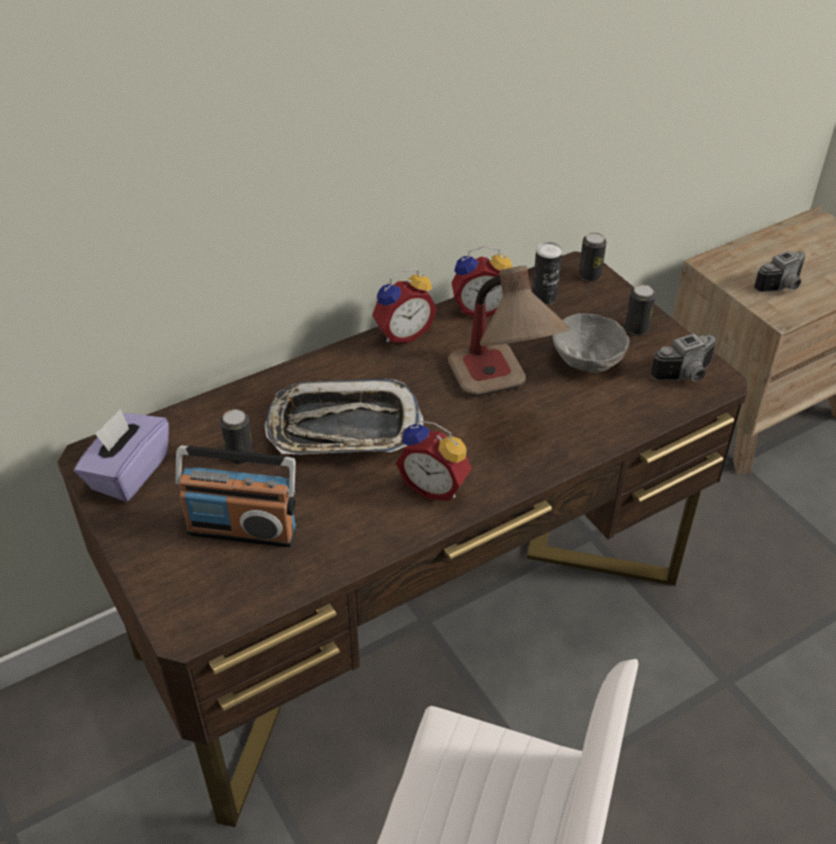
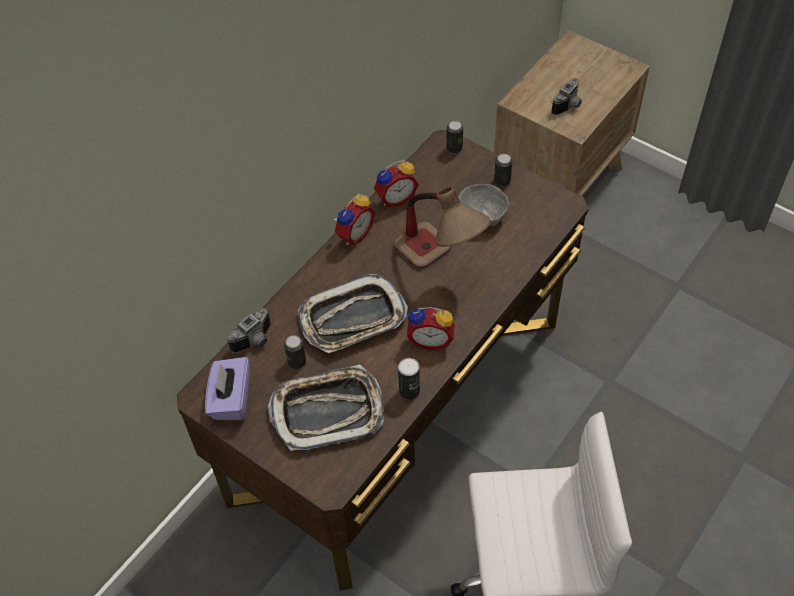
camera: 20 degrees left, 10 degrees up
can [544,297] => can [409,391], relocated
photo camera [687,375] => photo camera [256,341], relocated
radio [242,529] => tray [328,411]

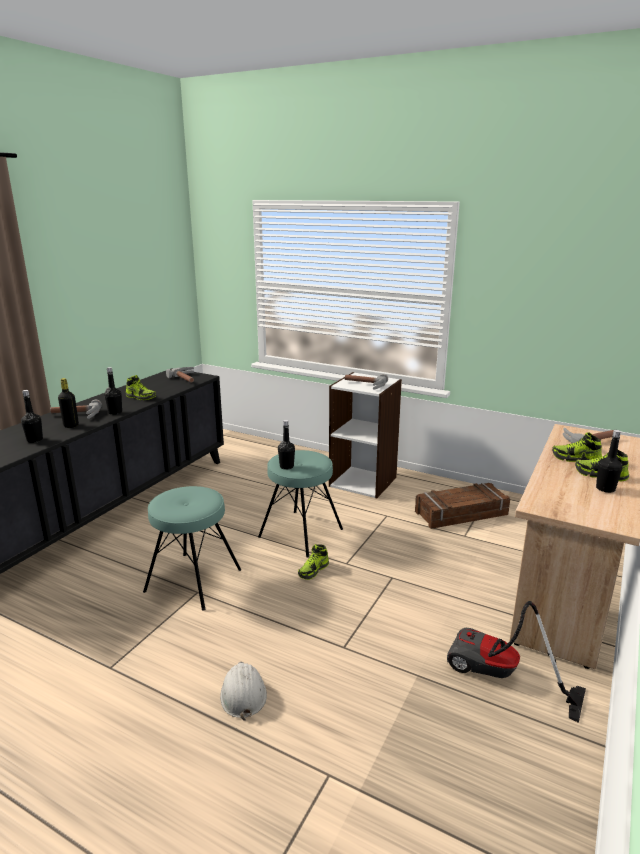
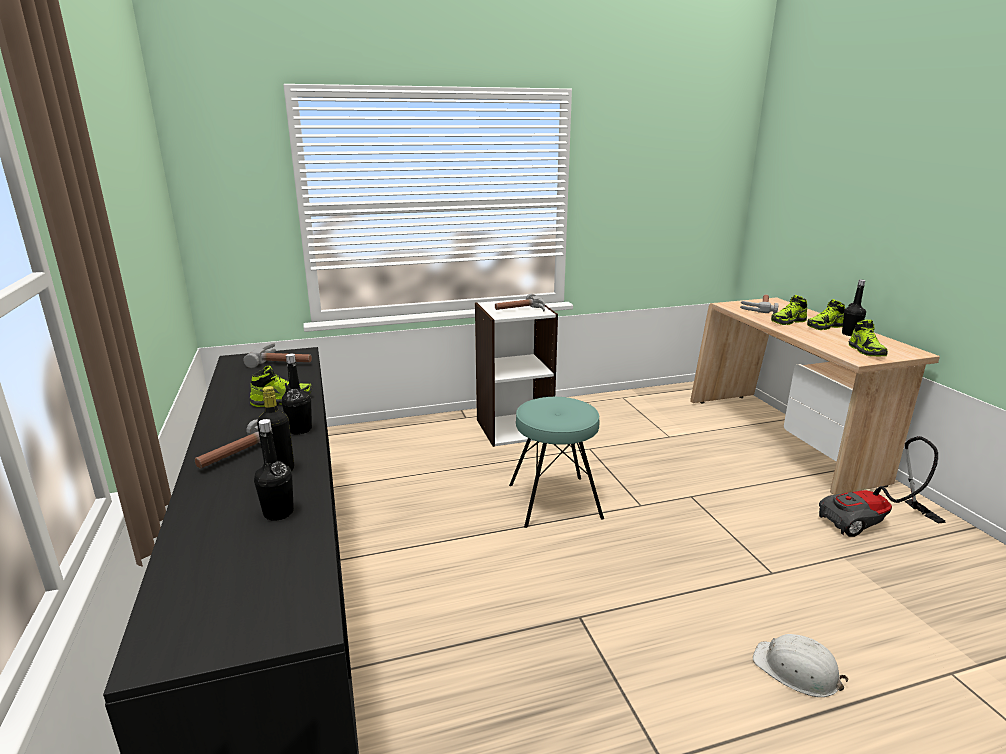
camera: 45 degrees left, 0 degrees up
black bottle [286,466] => nothing
crate [461,514] => nothing
turquoise stool [193,580] => nothing
shoe [313,570] => shoe [866,351], relocated

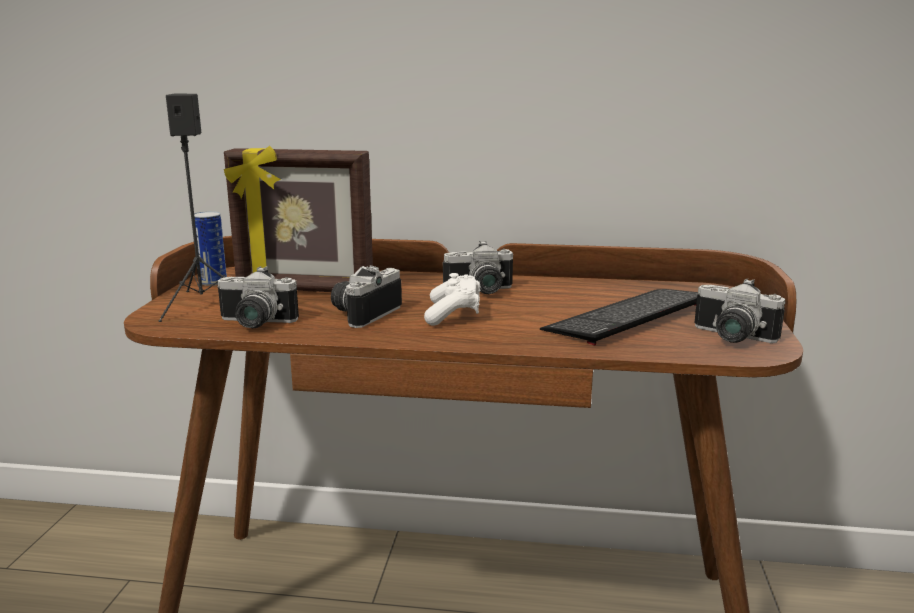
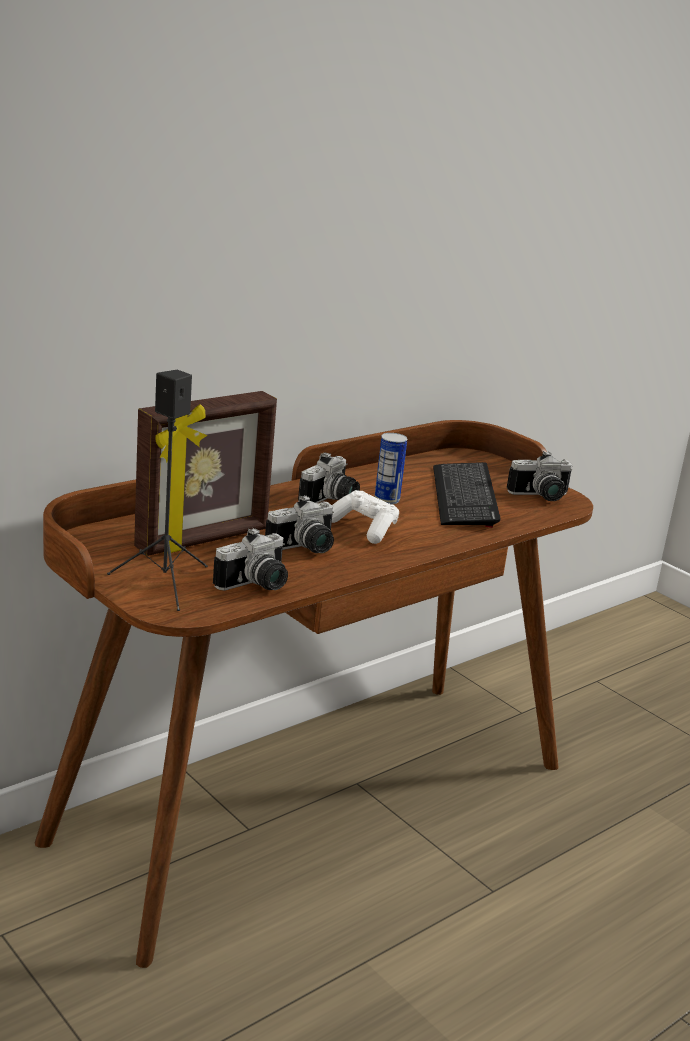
camera: 50 degrees left, 5 degrees up
can [213,282] => can [386,500], relocated
photo camera [362,313] => photo camera [305,549], 105 degrees counterclockwise

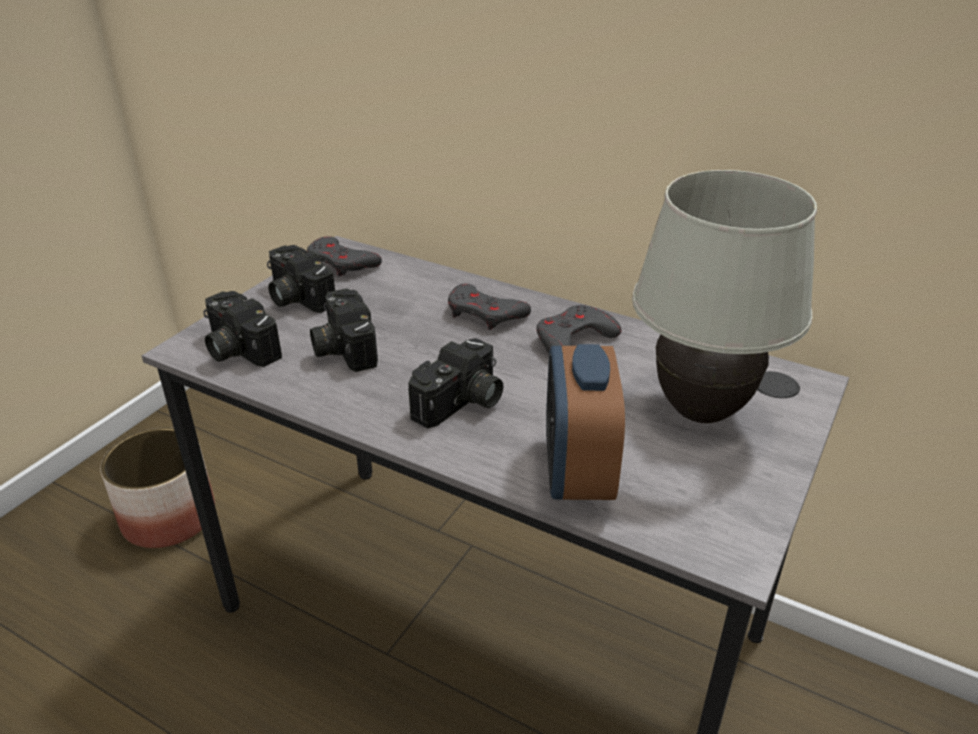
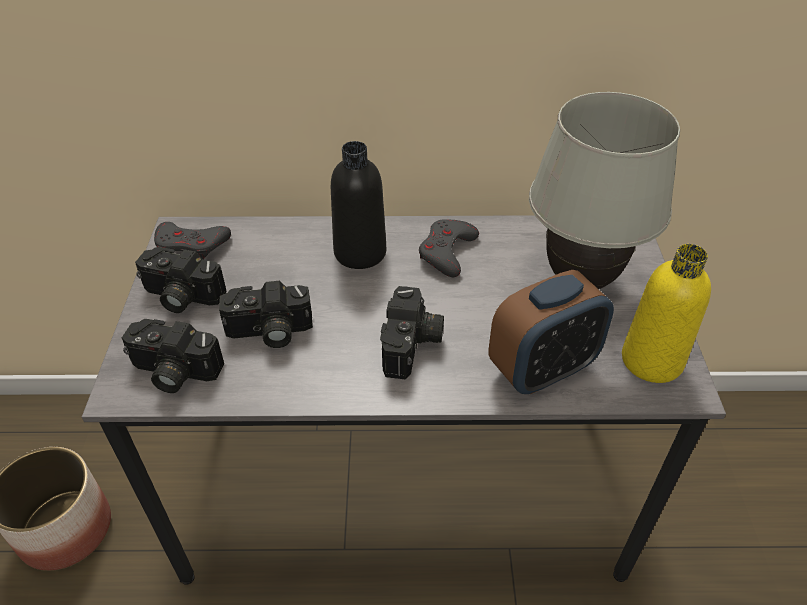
camera: 30 degrees left, 10 degrees up
grey game controller [485,313] => black bottle [360,252]
photo camera [342,347] => photo camera [269,332], 45 degrees counterclockwise
alarm clock [577,473] => alarm clock [542,369], 90 degrees counterclockwise
nothing => yellow bottle [651,360]

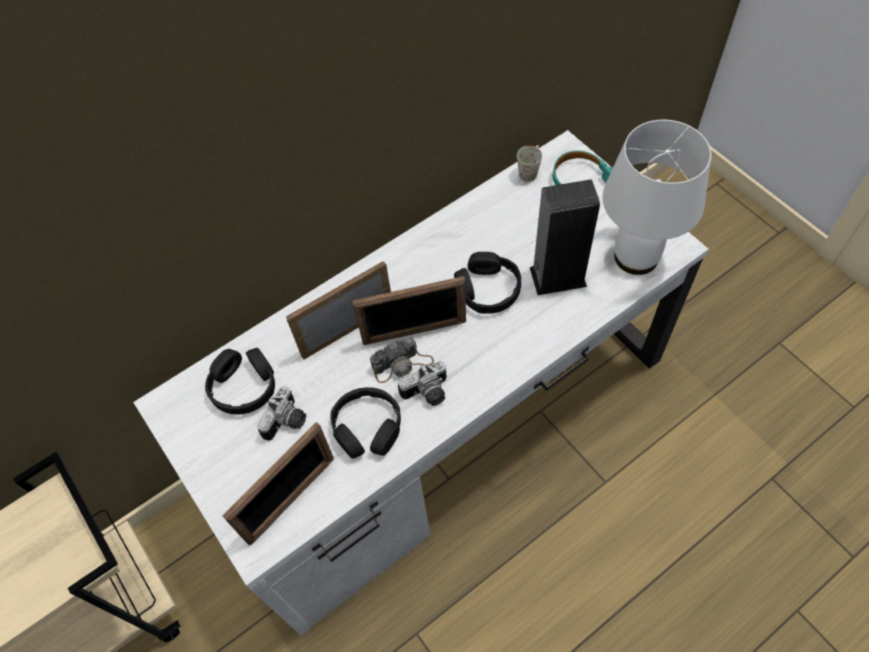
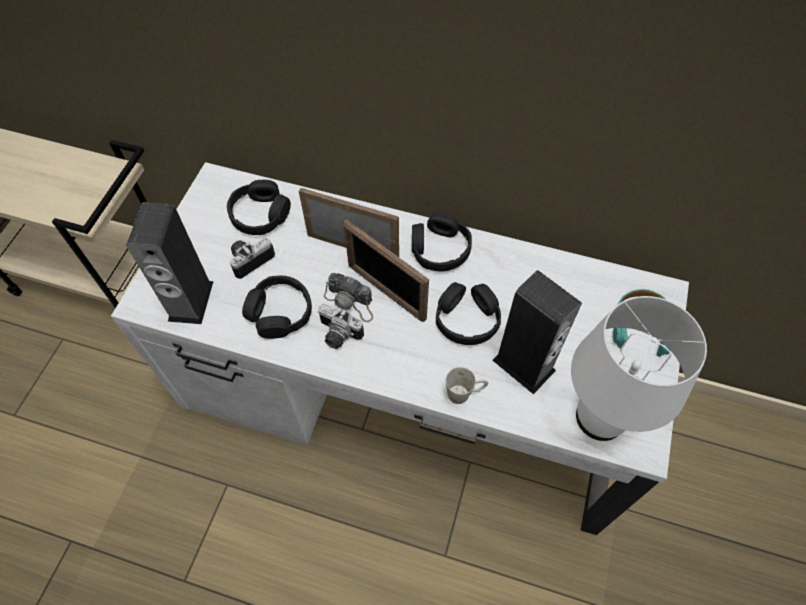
camera: 50 degrees right, 0 degrees up
white mug [530,170] => white mug [465,393], relocated
photo camera [287,422] => photo camera [249,259], 150 degrees clockwise
picture frame [291,499] => speaker [191,301]
nothing => black headphones [439,249]

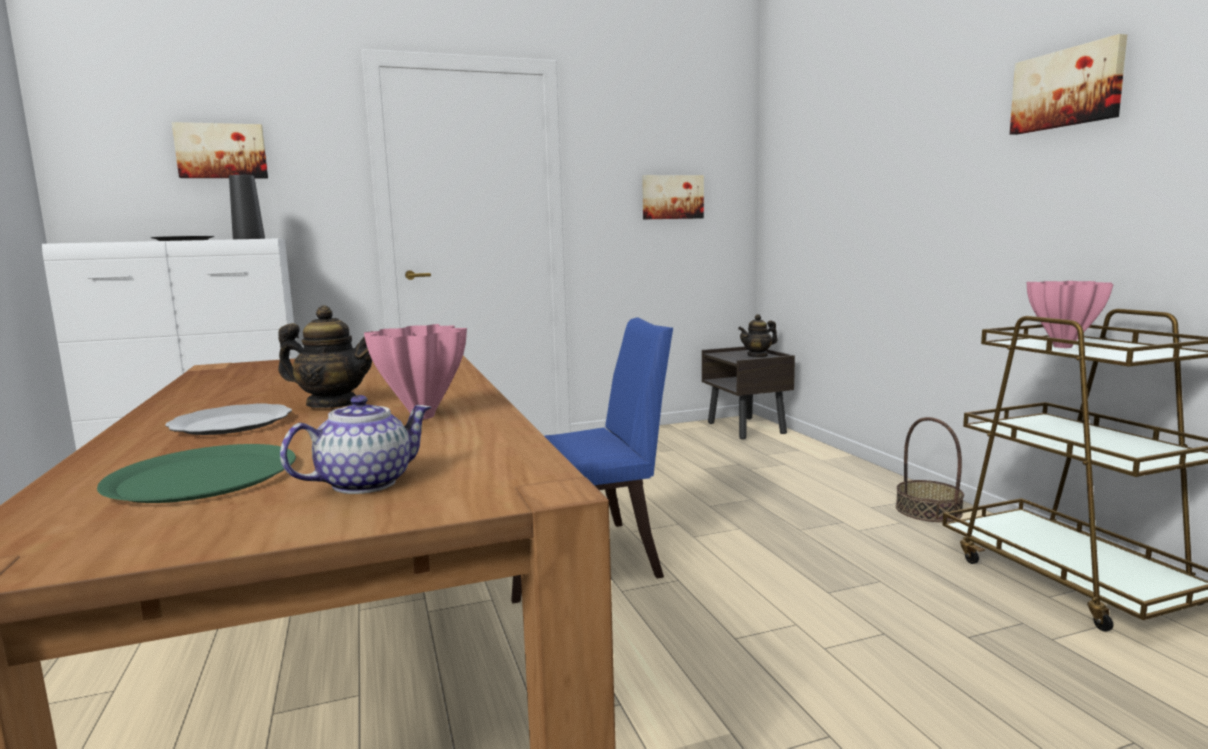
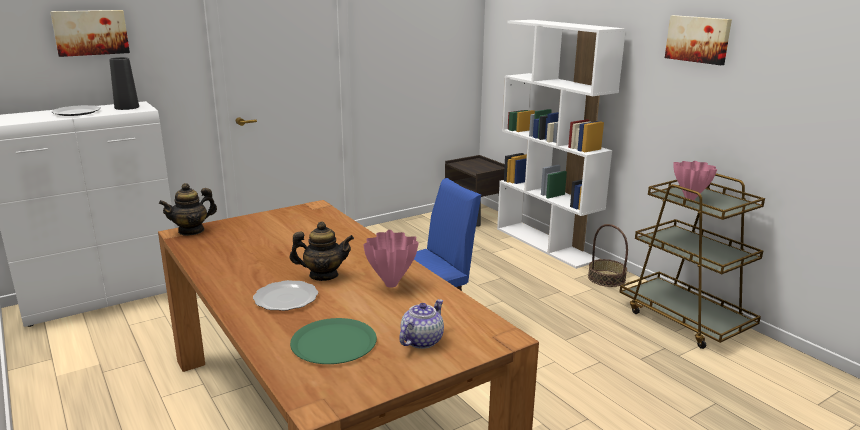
camera: 15 degrees left, 10 degrees up
picture [672,197] => nothing
teapot [757,356] => teapot [191,230], relocated
nothing => white bookcase [546,244]

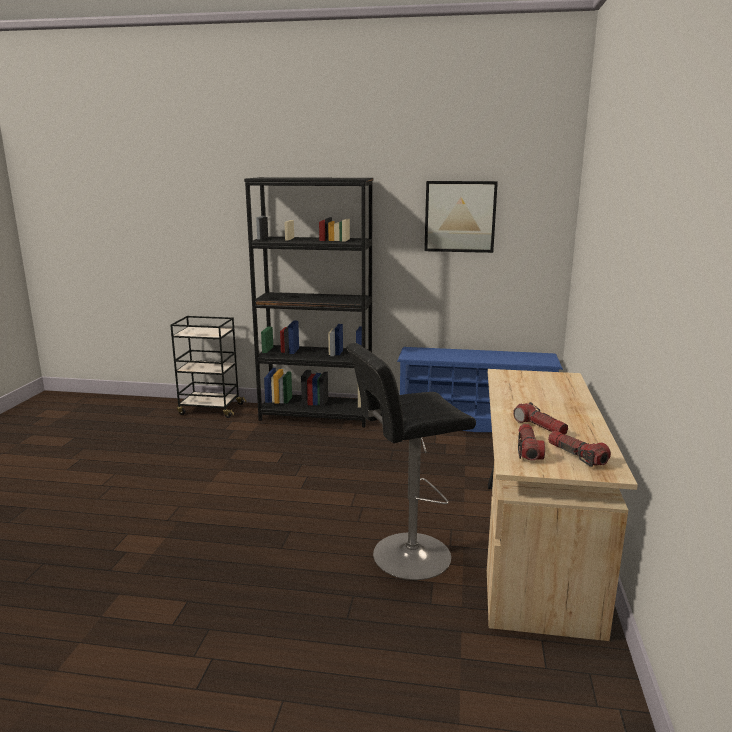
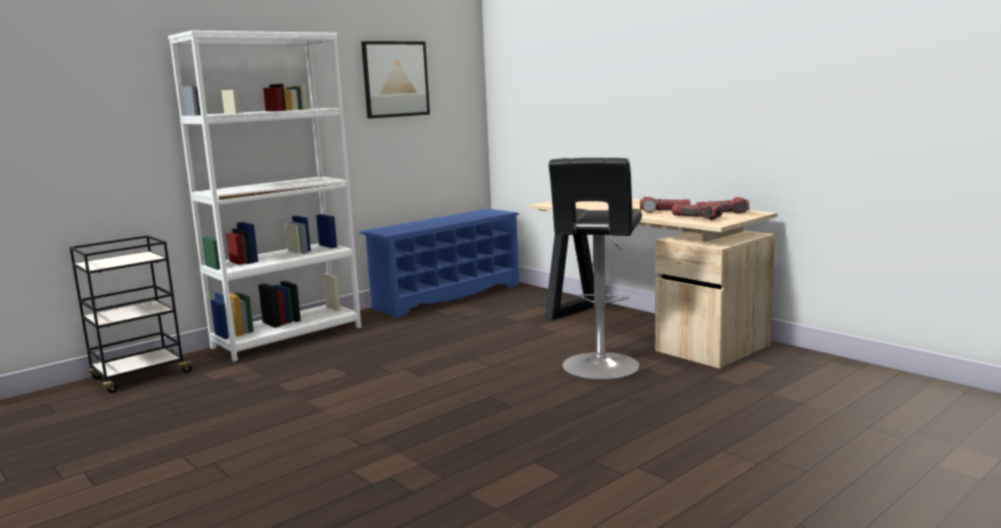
camera: 50 degrees left, 5 degrees down
black bookcase [316,415] => white bookcase [288,337]

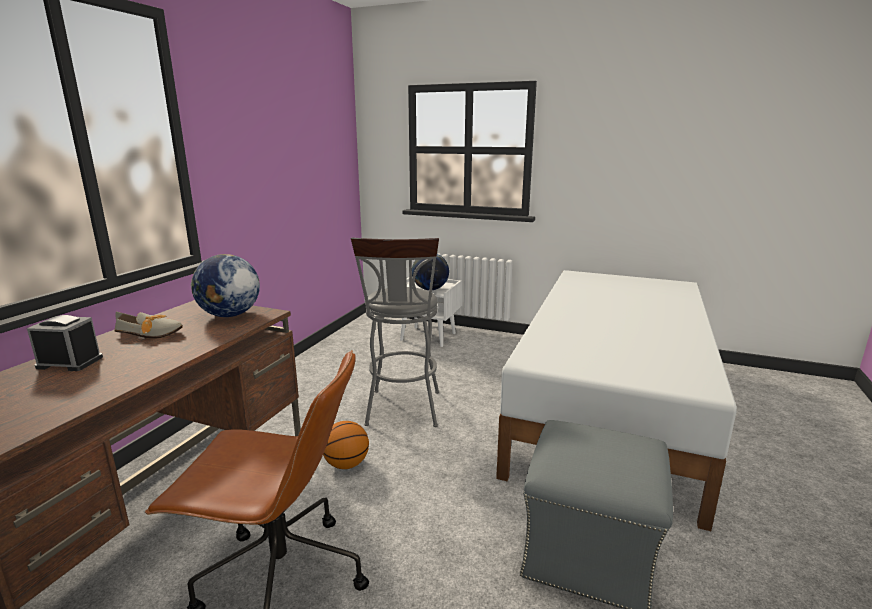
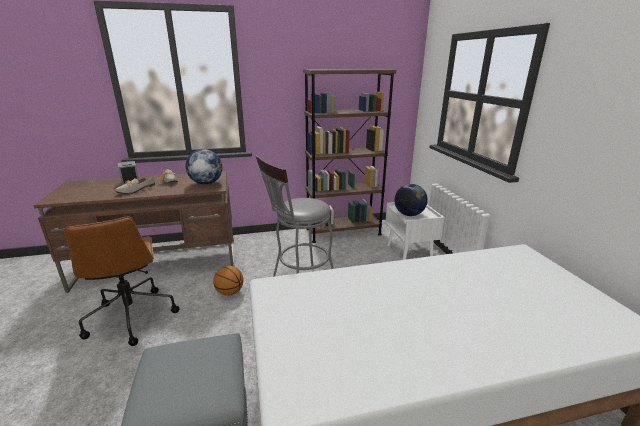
camera: 55 degrees right, 5 degrees up
nothing => brown bookcase [343,232]
nothing => shoe [133,191]

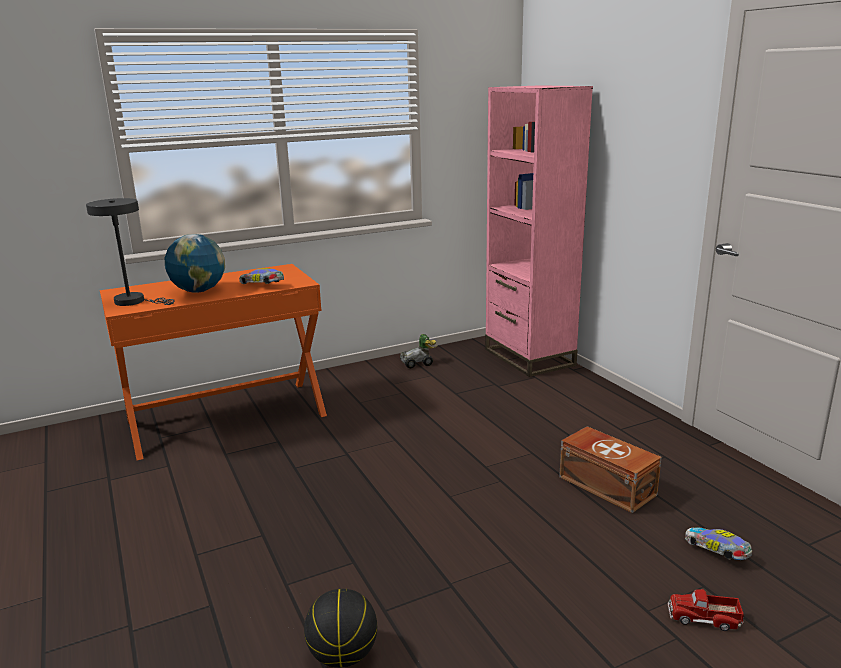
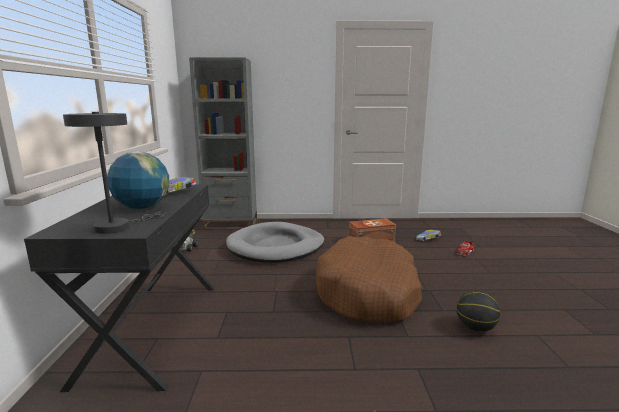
camera: 65 degrees left, 5 degrees down
pink bookcase [529,357] => grey bookcase [231,224]
orange desk [227,417] => black desk [152,328]
nothing => grey dog bed [276,246]
nothing => brown dog bed [368,293]

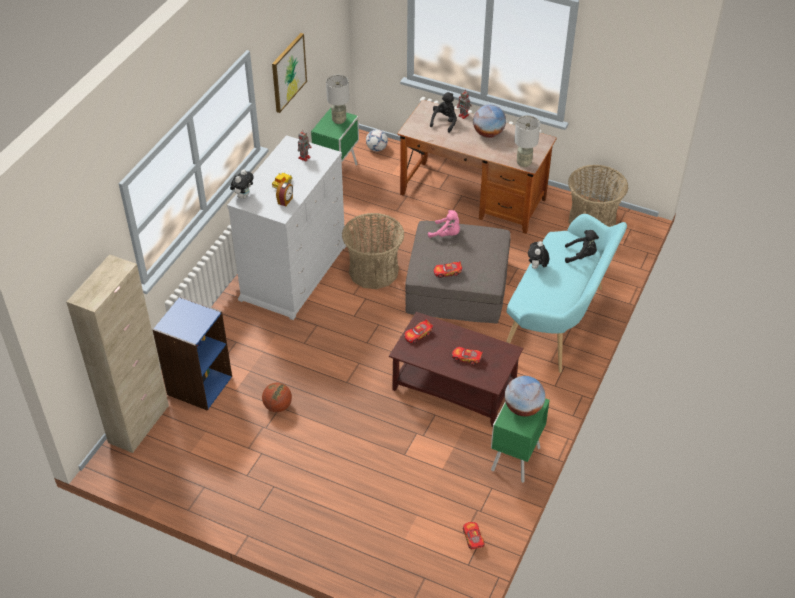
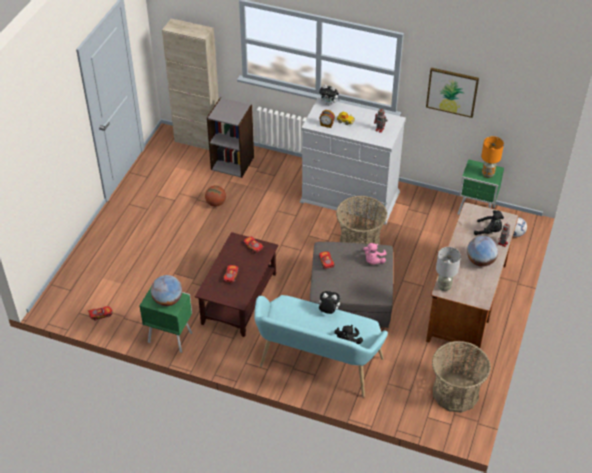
camera: 85 degrees right, 0 degrees up
grey table lamp [338,120] => orange table lamp [488,174]
blue bookcase [199,385] => grey bookcase [233,163]

